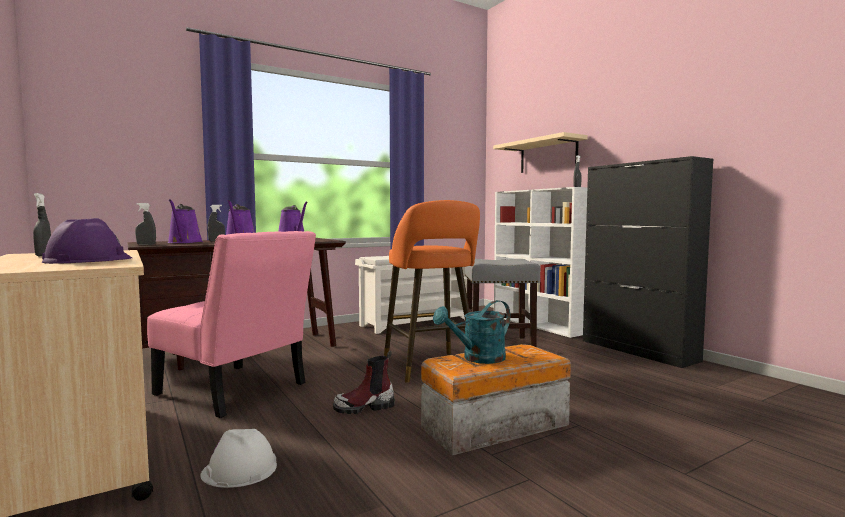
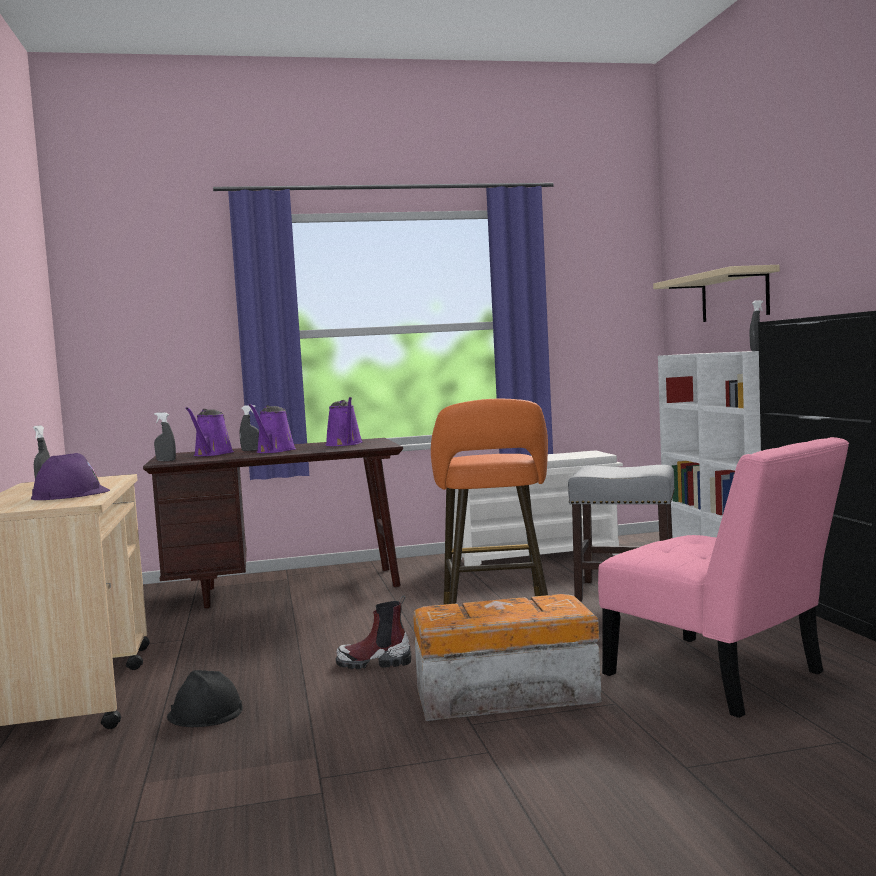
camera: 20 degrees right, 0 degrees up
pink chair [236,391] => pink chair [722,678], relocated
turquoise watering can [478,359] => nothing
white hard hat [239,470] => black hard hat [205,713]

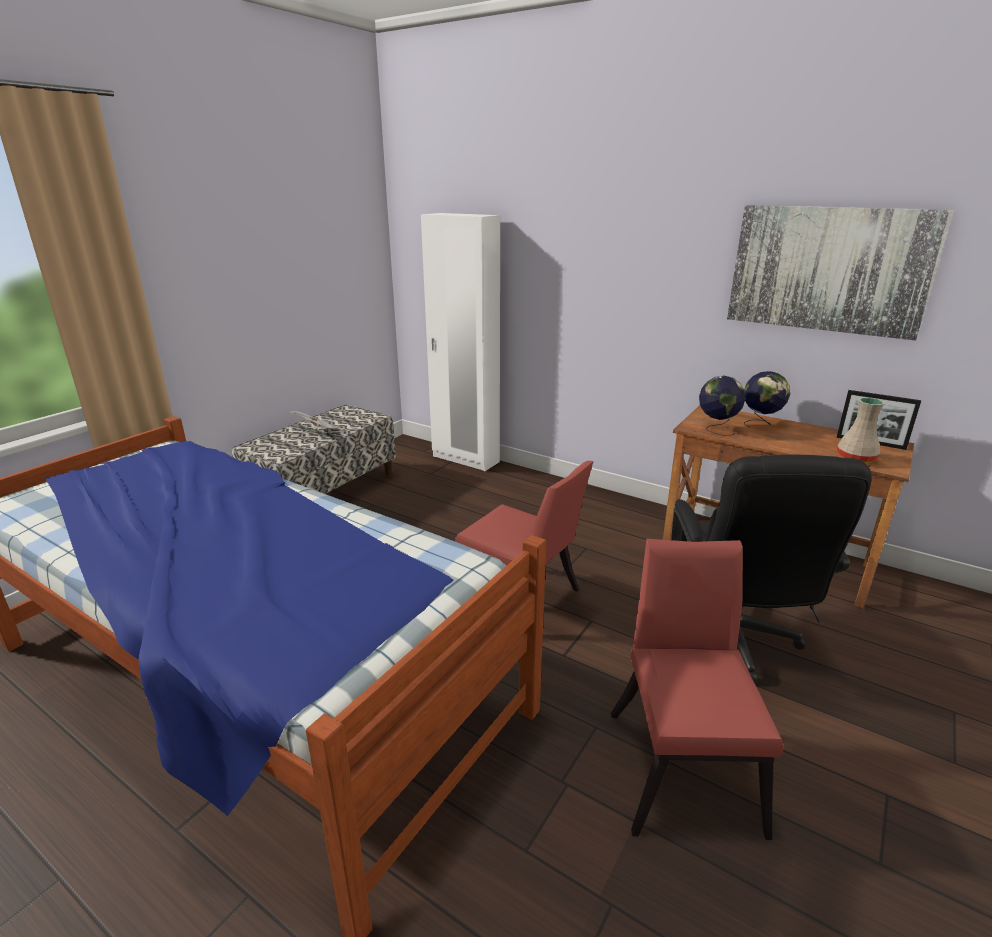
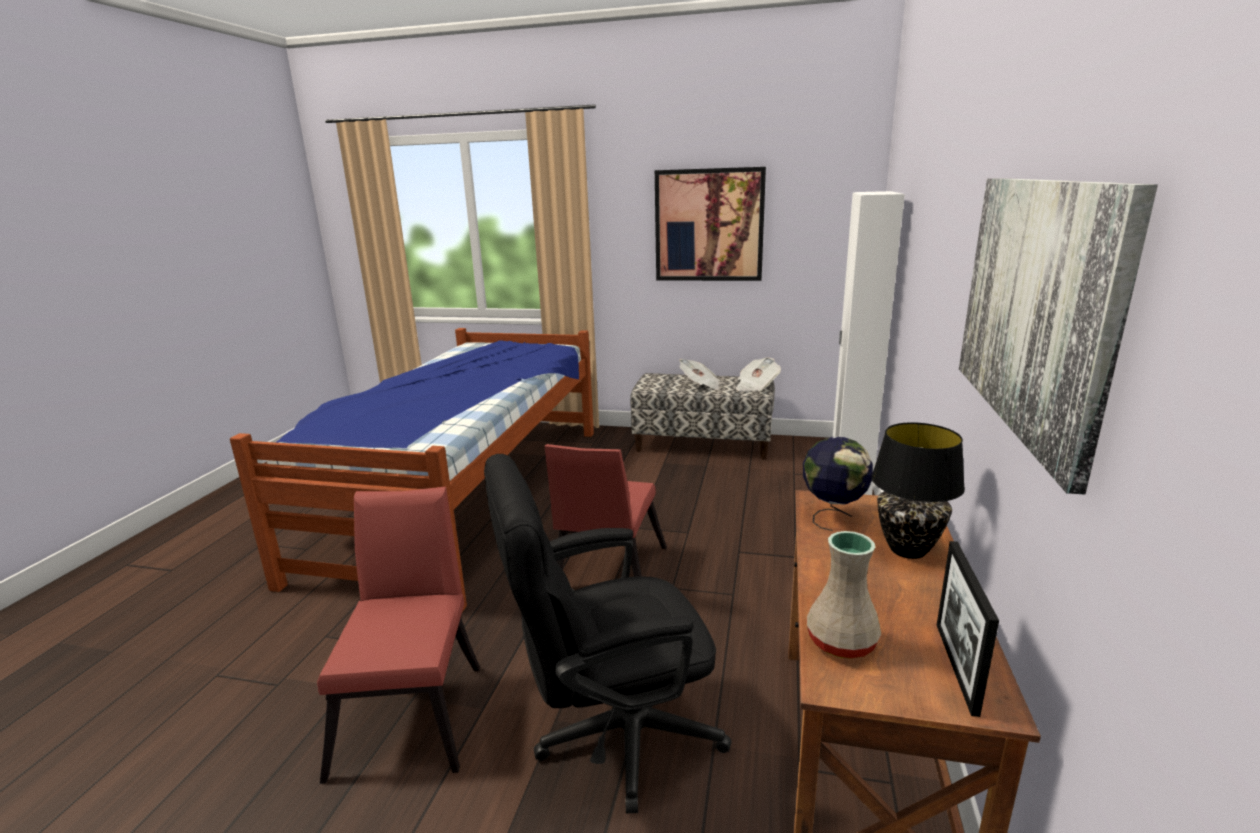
camera: 70 degrees right, 5 degrees down
globe [760,423] => black table lamp [908,549]
red chair [682,760] => red chair [414,709], 75 degrees counterclockwise
nothing => picture [709,225]
nothing => newspaper [756,387]

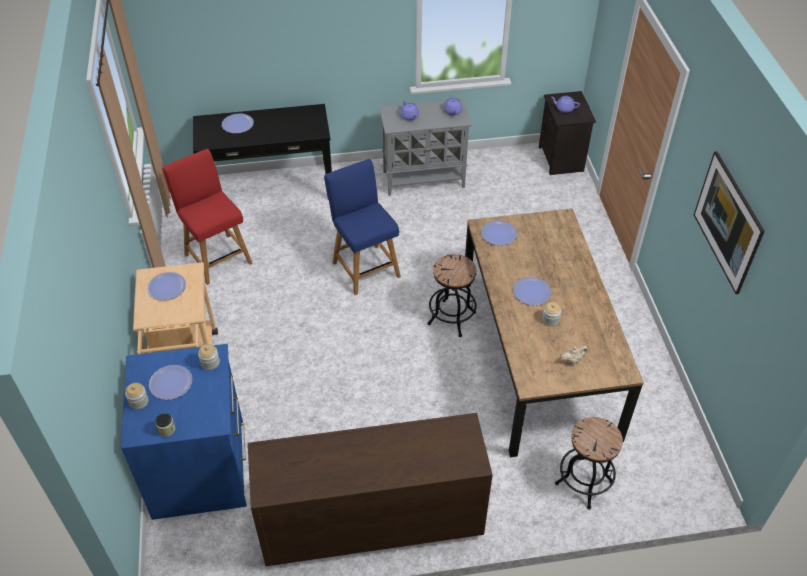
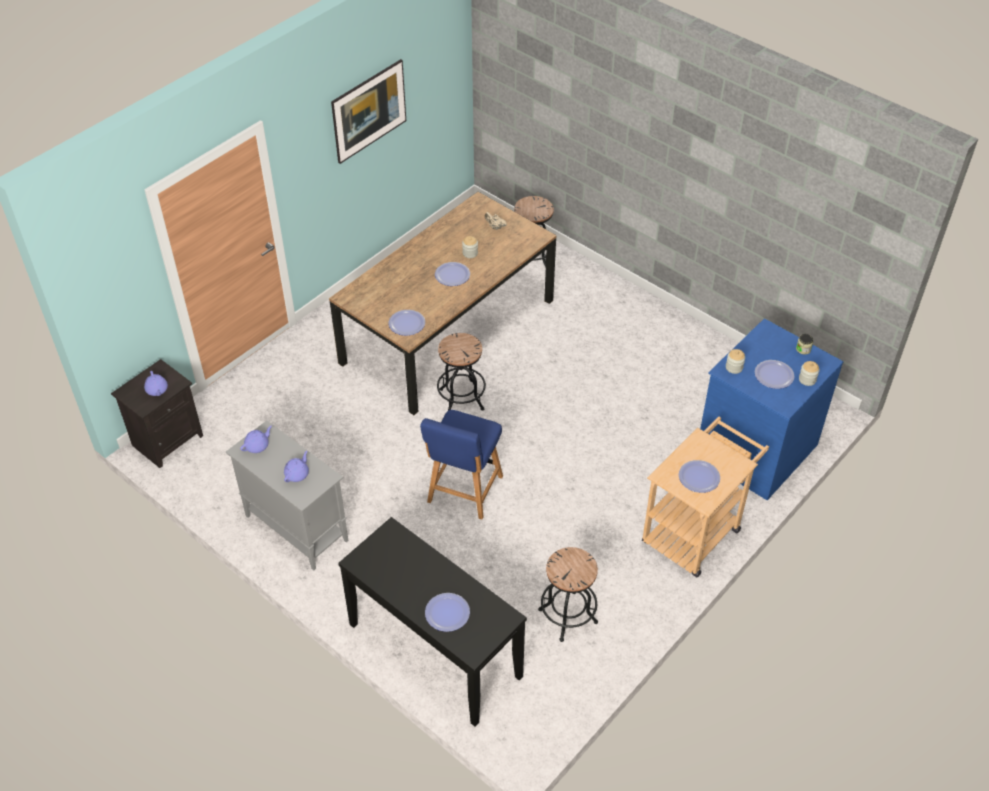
camera: 130 degrees left, 0 degrees up
red chair [216,257] => black stool [568,616]
brown dresser [370,523] => nothing

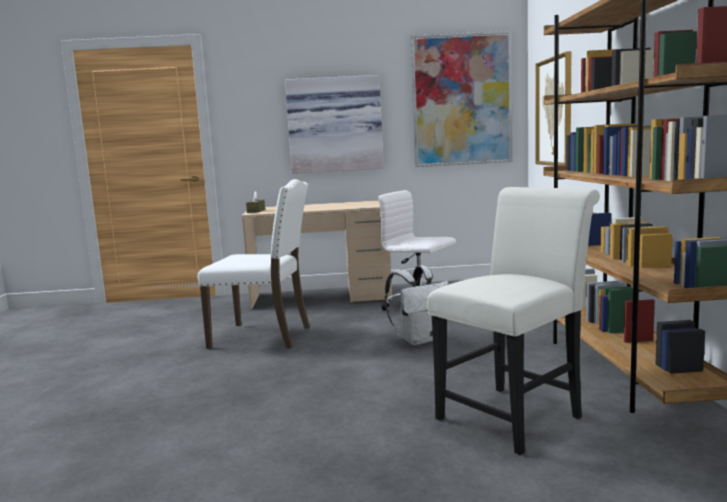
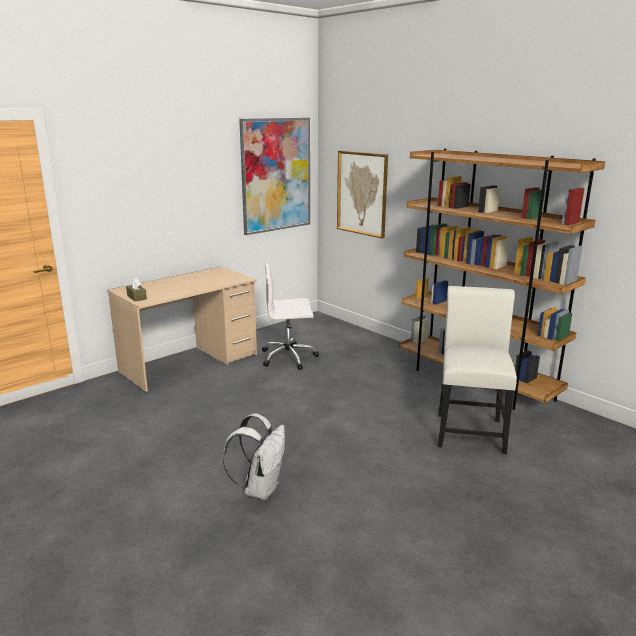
camera: 40 degrees left, 10 degrees up
picture [335,125] => nothing
white chair [264,336] => nothing
white backpack [418,340] => white backpack [260,488], relocated

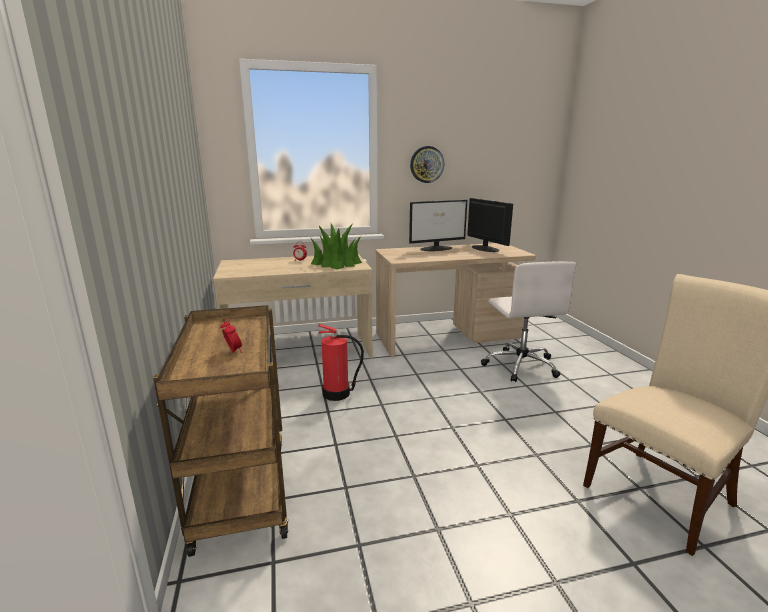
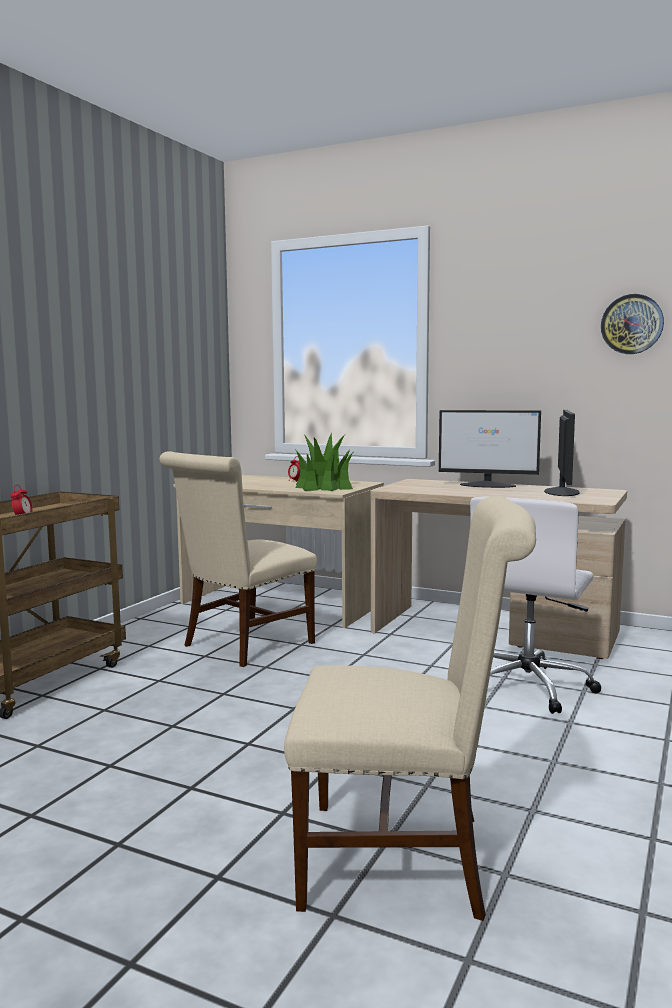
camera: 40 degrees right, 10 degrees down
wall clock [427,164] => wall clock [632,324], relocated
fire extinguisher [337,394] => beige chair [242,646]

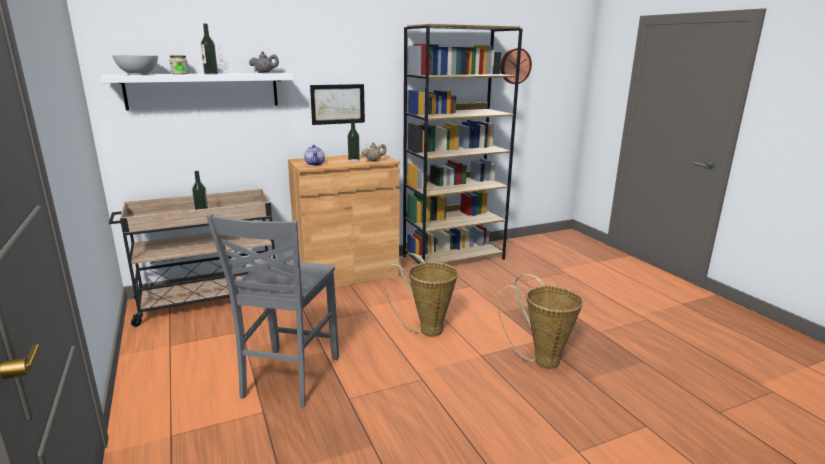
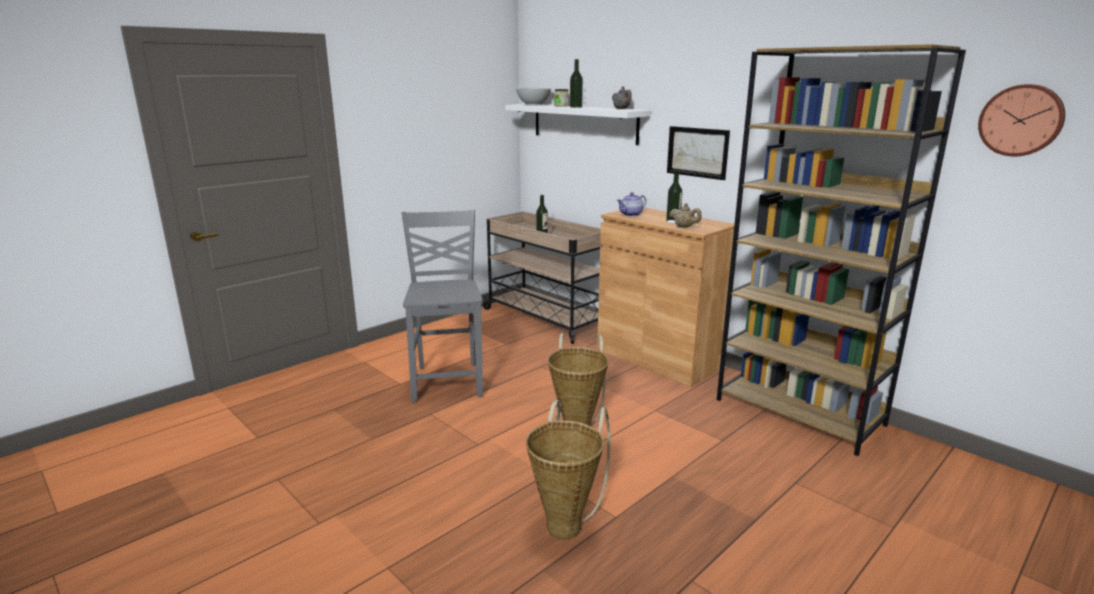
camera: 70 degrees right, 0 degrees up
grey chair [288,378] => grey chair [448,380], 90 degrees clockwise

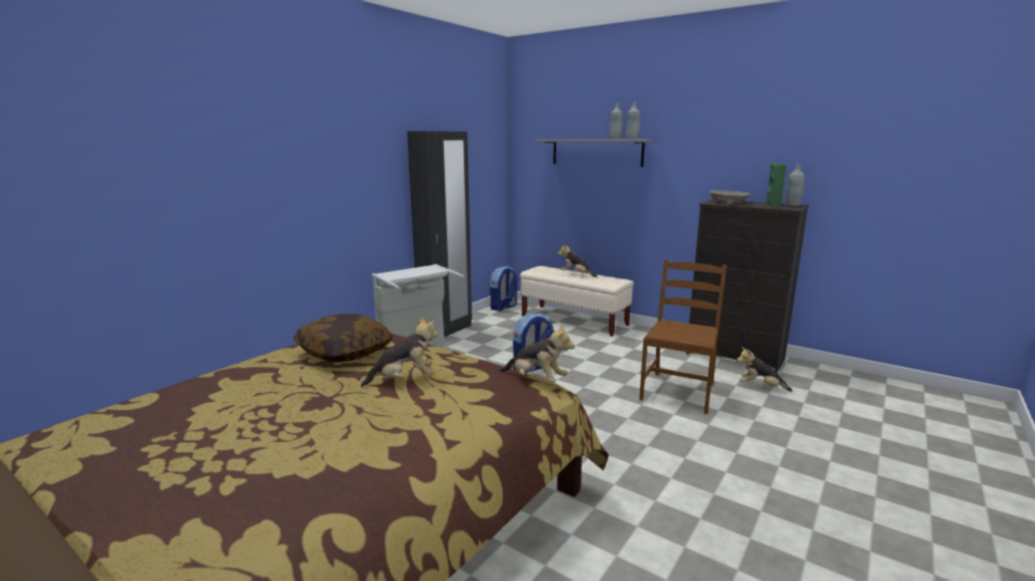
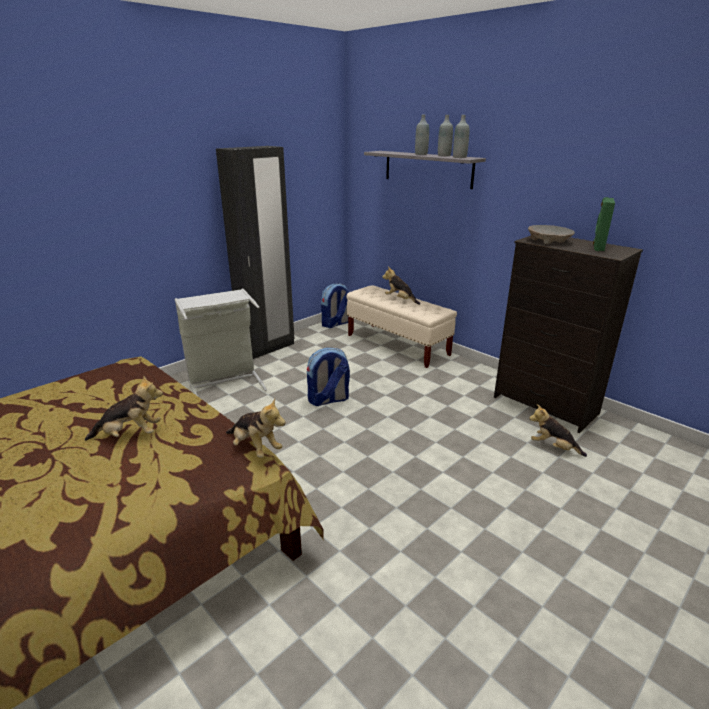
camera: 10 degrees right, 10 degrees up
grey bottle [792,205] => grey bottle [421,154], relocated
brown chair [678,391] => nothing
pillow [344,352] => nothing

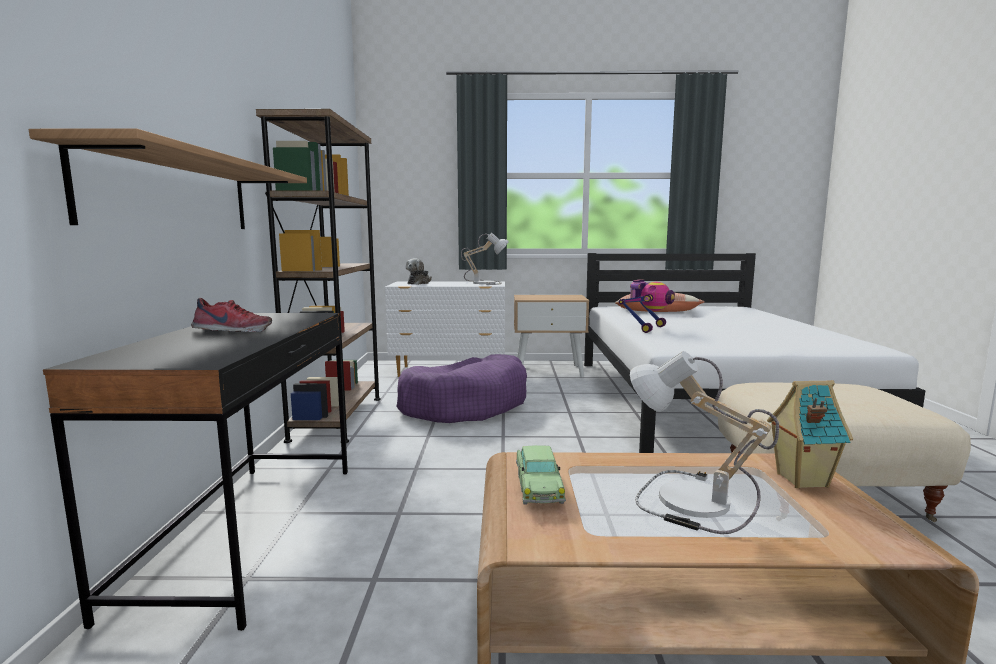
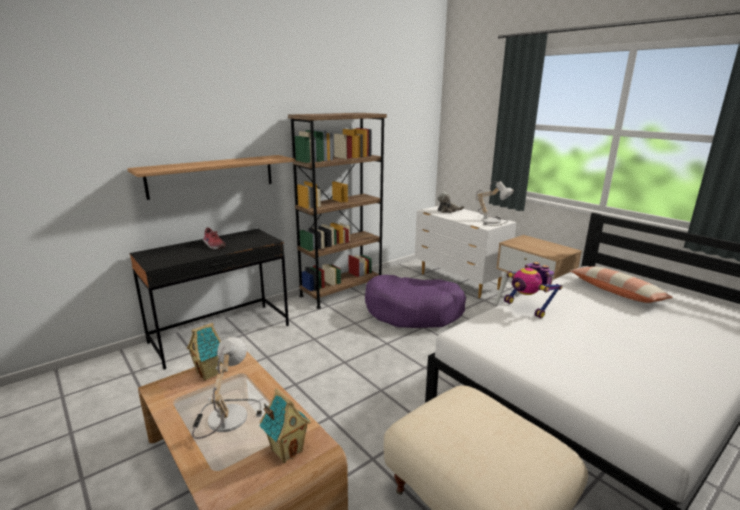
camera: 50 degrees right, 10 degrees up
toy robot [647,328] => toy robot [527,308], 60 degrees clockwise
toy car [538,487] => toy house [210,373]

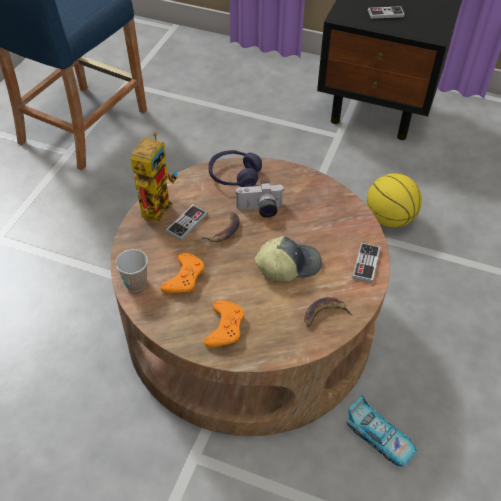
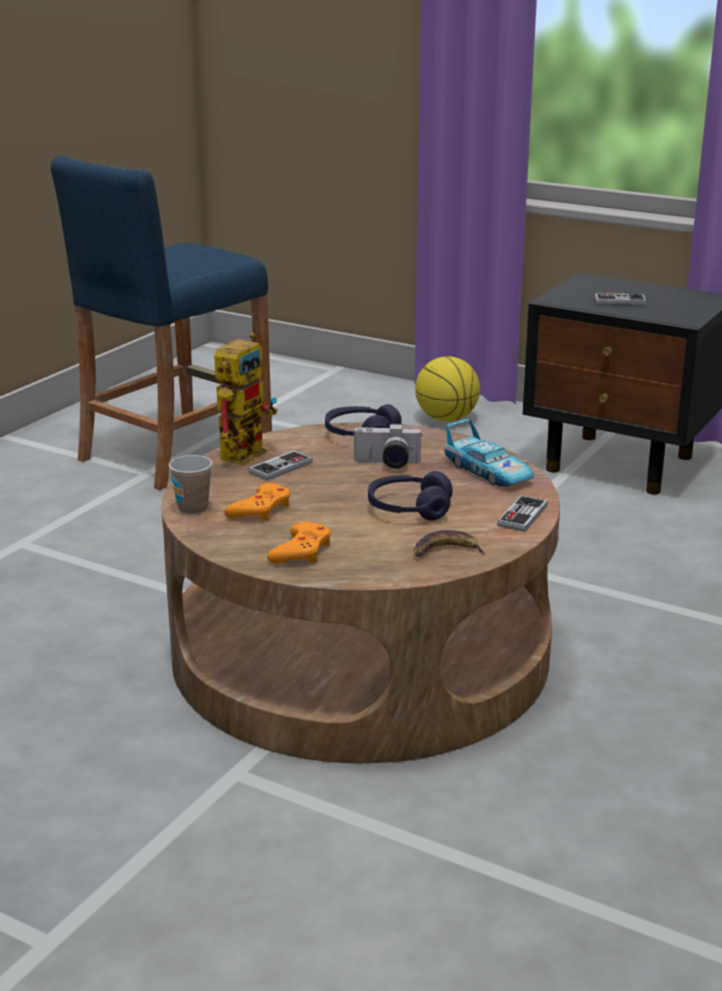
camera: 10 degrees right, 25 degrees down
basketball [389,218] => basketball [446,419], relocated
banana [224,230] => nothing
cap [288,265] => purple headphones [409,509]
toy car [379,437] => toy car [488,472], relocated

